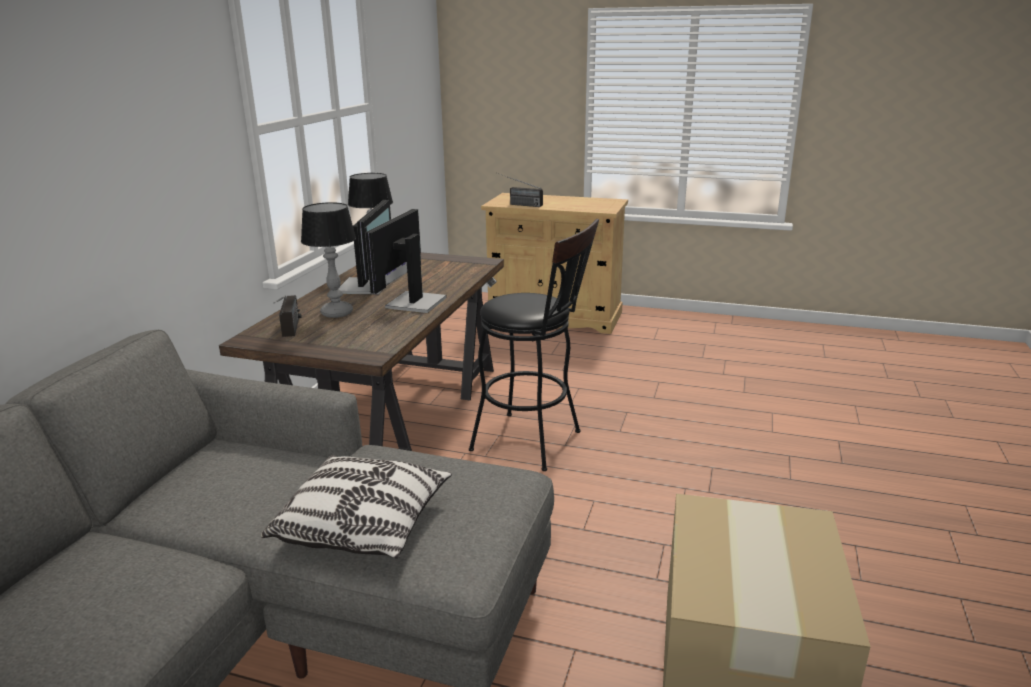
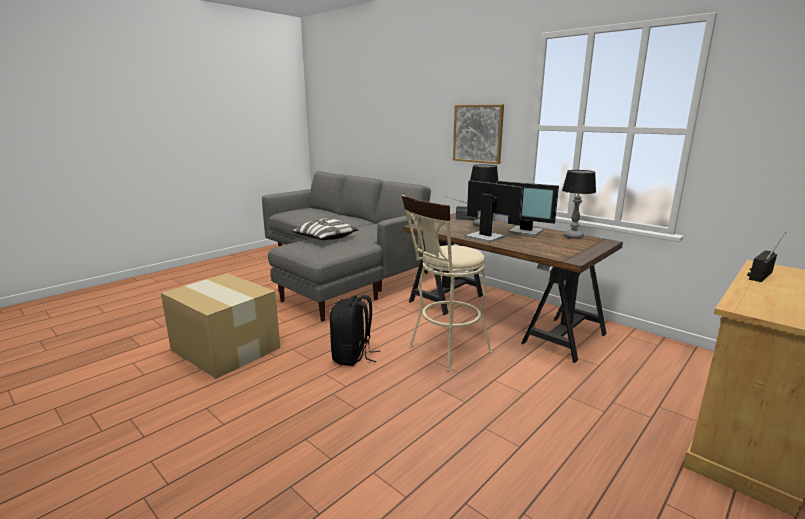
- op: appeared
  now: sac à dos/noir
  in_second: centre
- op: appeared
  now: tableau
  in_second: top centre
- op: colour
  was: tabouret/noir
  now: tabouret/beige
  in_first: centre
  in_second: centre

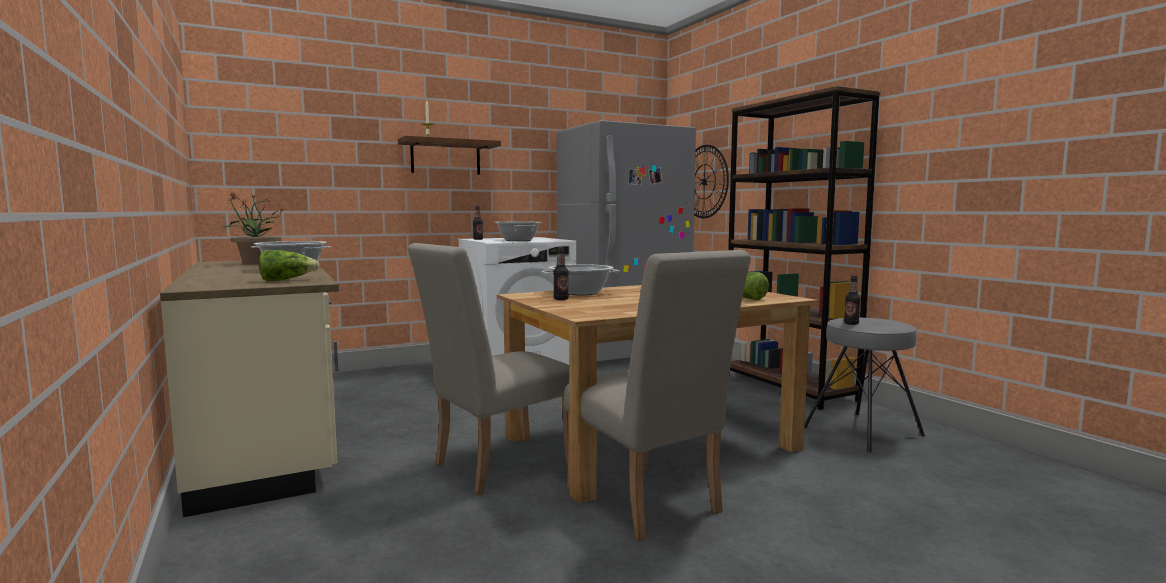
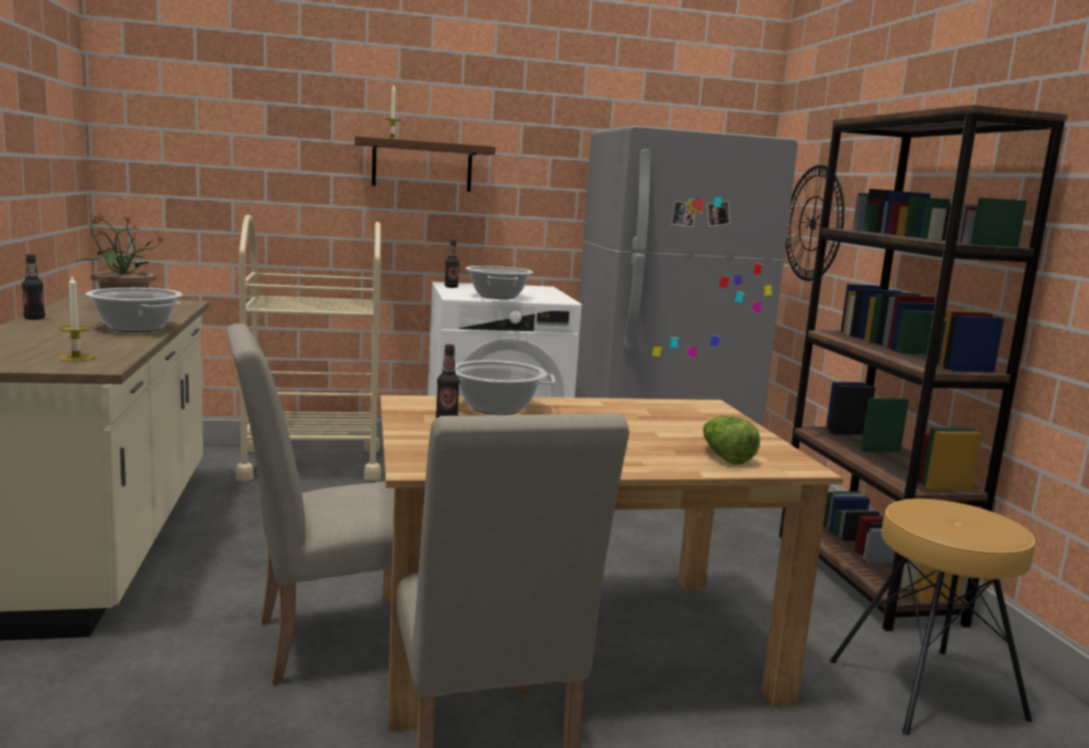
- op: appeared
  now: chariot/beige
  in_second: middle left
- op: relocated
  was: bouteille (no. 3 from left in the first image)
  now: bouteille (no. 1 from left)
  in_first: middle right
  in_second: middle left
- op: exchanged
  was: laitue (no. 1 from left)
  now: bougie (no. 1 from left)
  in_first: middle left
  in_second: middle left
- op: colour
  was: tabouret/gris
  now: tabouret/marron
  in_first: middle right
  in_second: bottom right

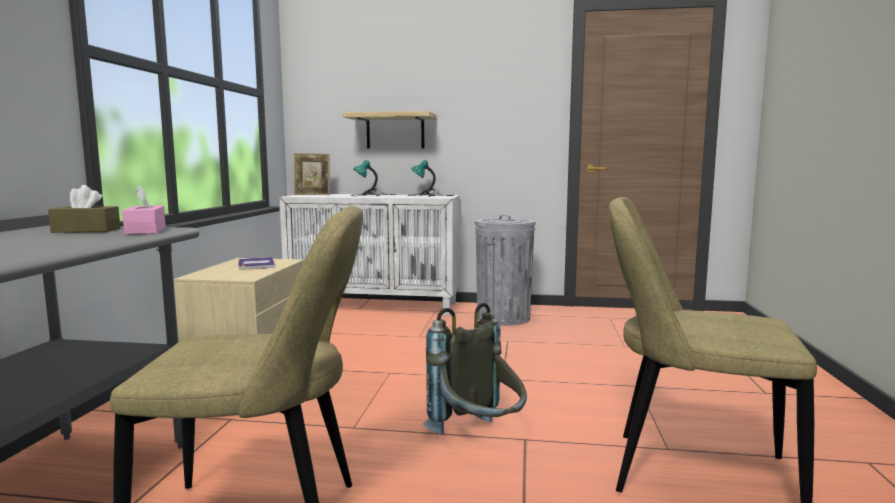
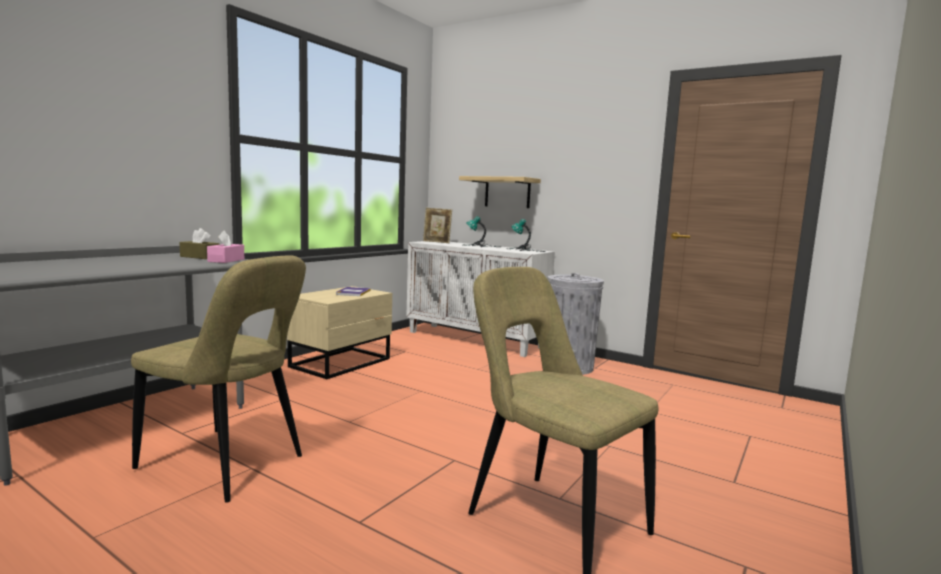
- op: missing
  was: sac à dos/gris
  in_first: bottom centre

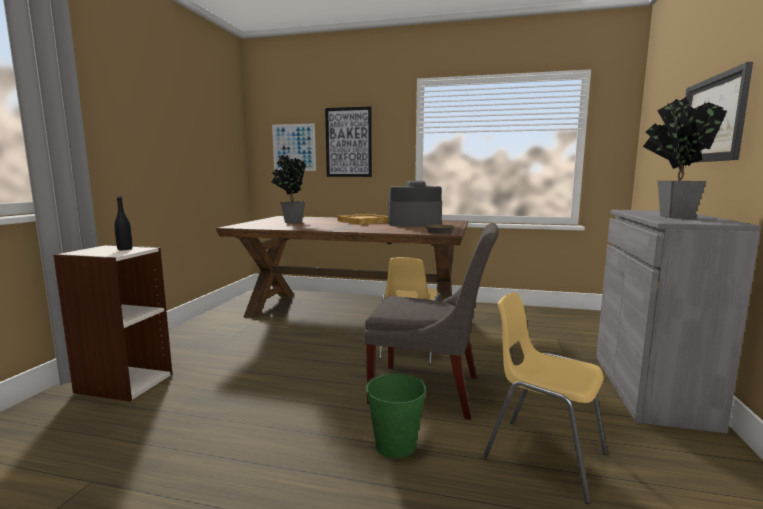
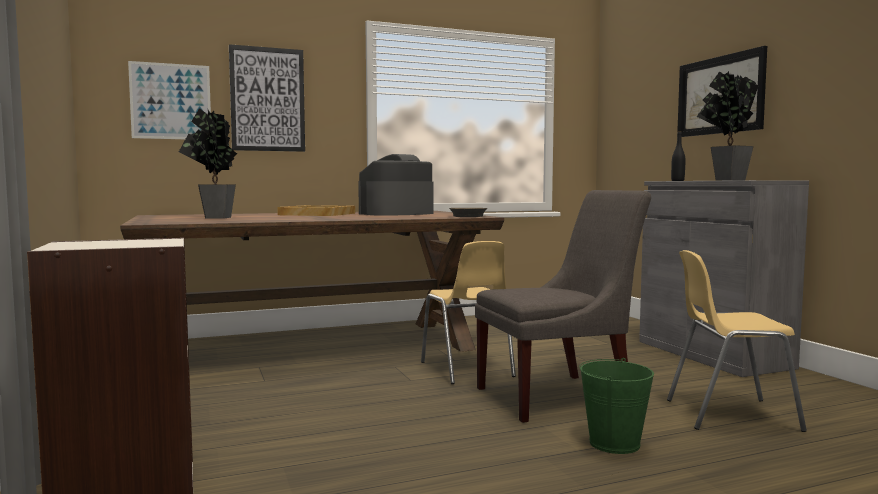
- op: relocated
  was: bouteille/noir
  in_first: middle left
  in_second: top right

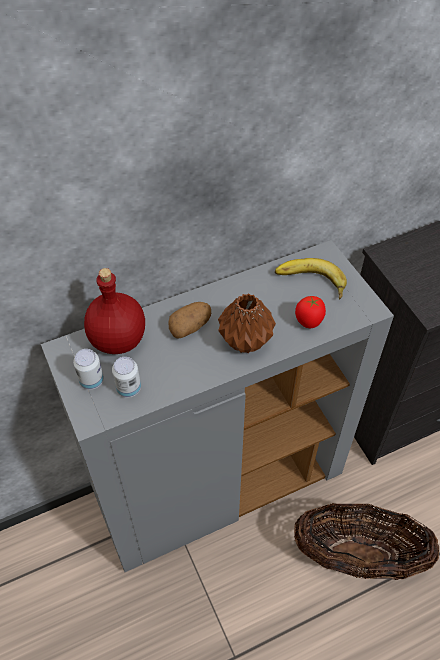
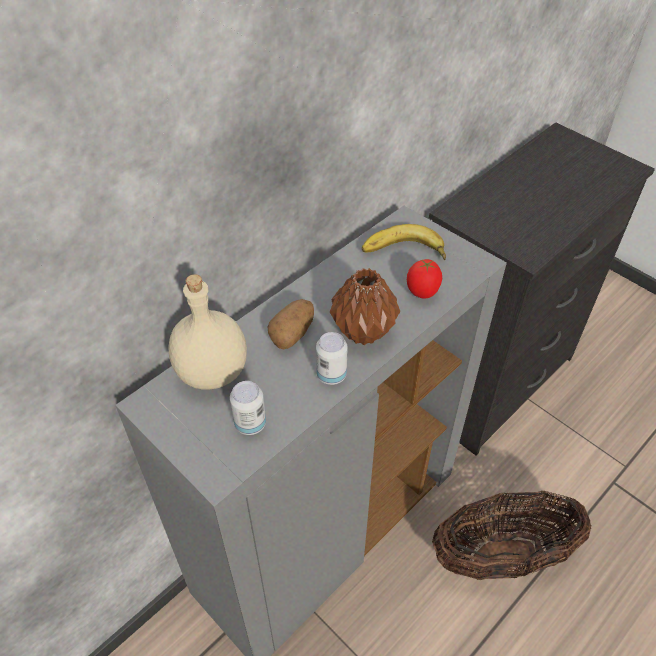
- op: relocated
  was: boîte métallique (no. 1 from left in the first image)
  now: boîte métallique (no. 2 from left)
  in_first: middle left
  in_second: centre
- op: colour
  was: bouteille/rouge
  now: bouteille/beige
  in_first: middle left
  in_second: middle left

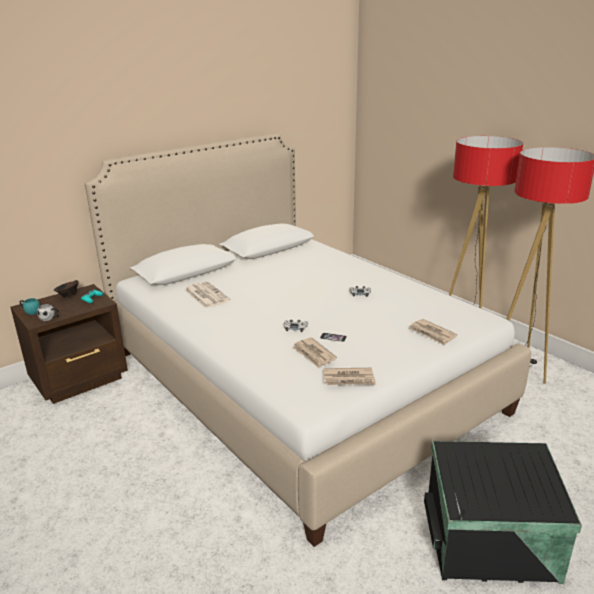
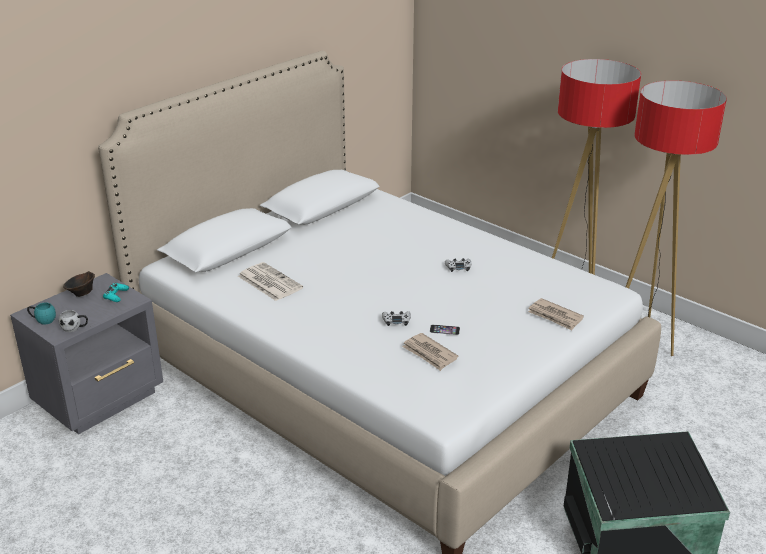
- op: missing
  was: journal (no. 3 from left)
  in_first: centre
- op: colour
  was: table de chevet/marron
  now: table de chevet/gris
  in_first: middle left
  in_second: middle left

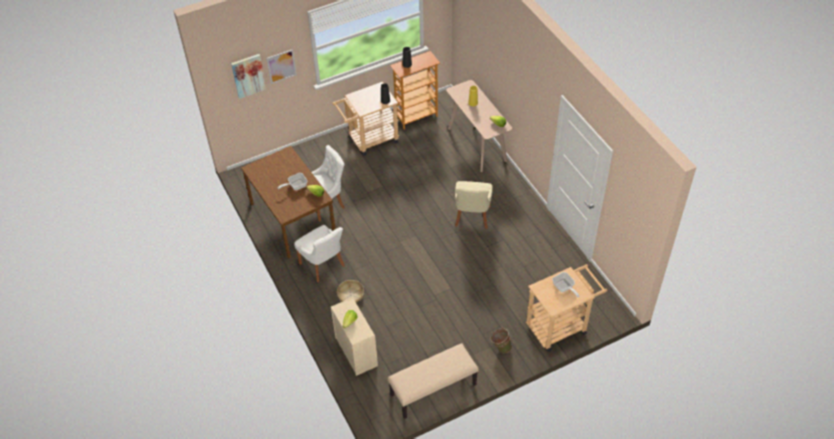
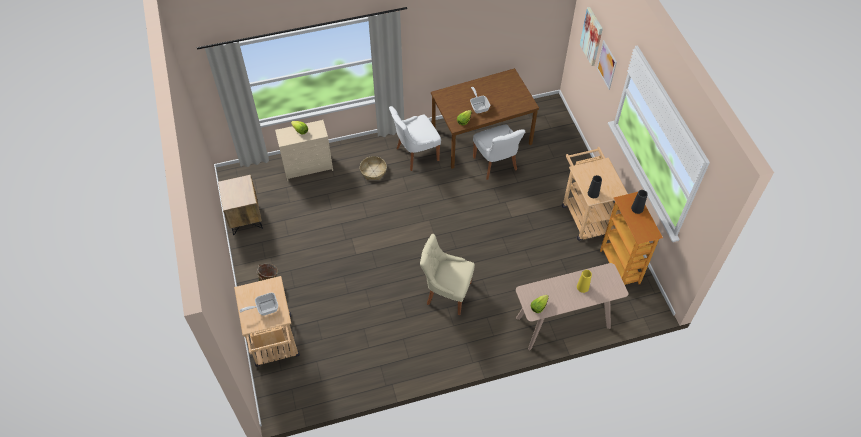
- op: exchanged
  was: banc/beige
  now: table de chevet/marron
  in_first: bottom centre
  in_second: middle left

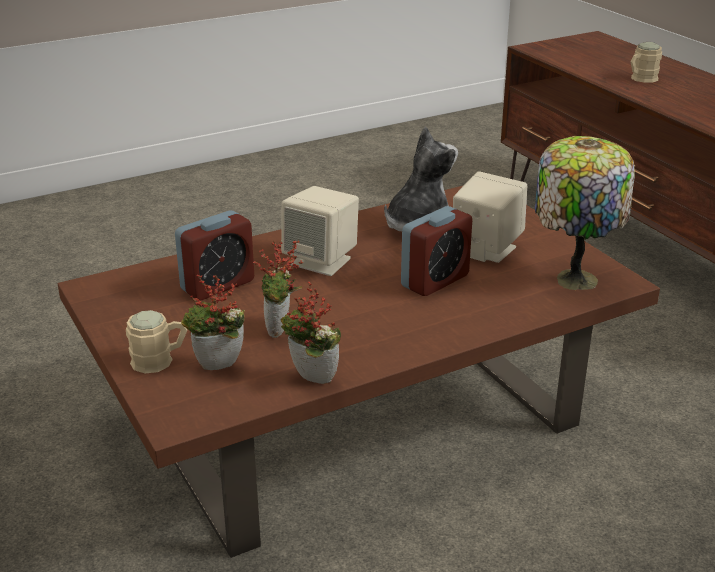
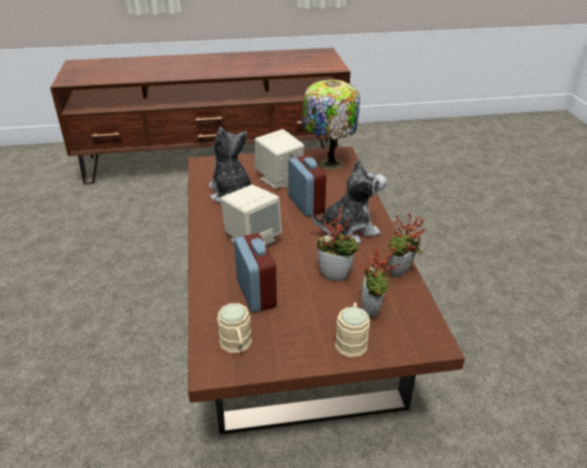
- op: appeared
  now: peluche (no. 2 from left)
  in_second: centre
- op: relocated
  was: mug/beige (no. 2 from left in the first image)
  now: mug/beige (no. 1 from left)
  in_first: top right
  in_second: bottom centre

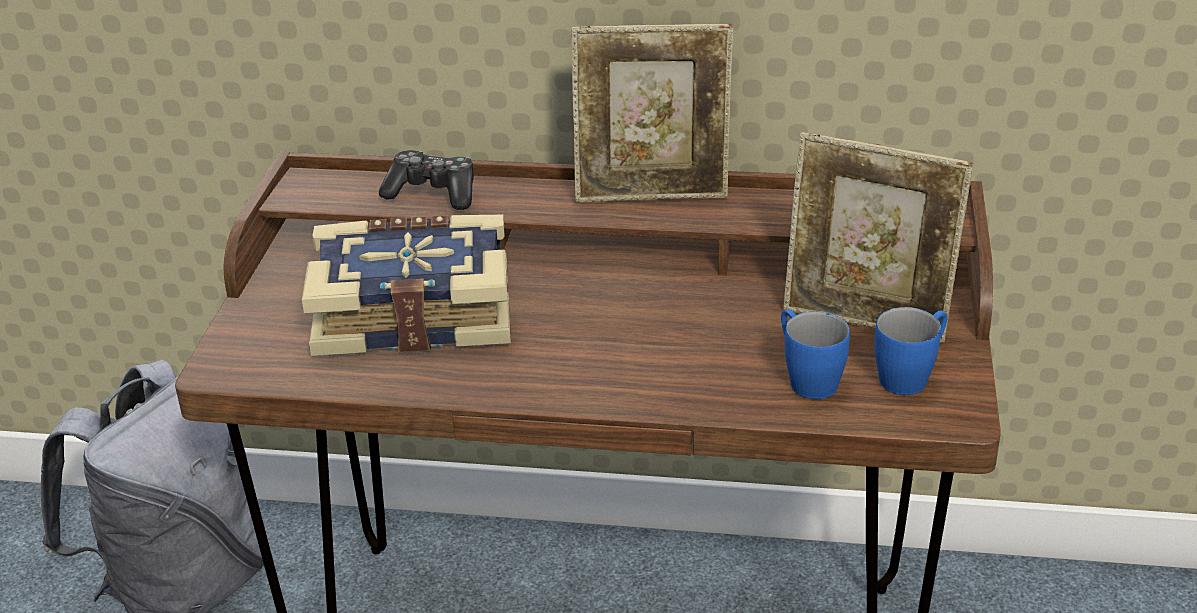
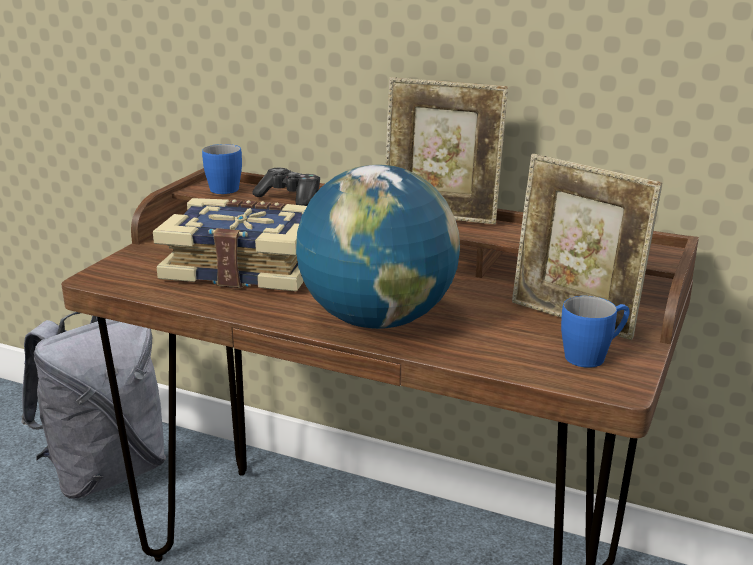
- op: appeared
  now: globe
  in_second: centre
- op: relocated
  was: mug/bleu (no. 1 from left)
  in_first: middle right
  in_second: top left

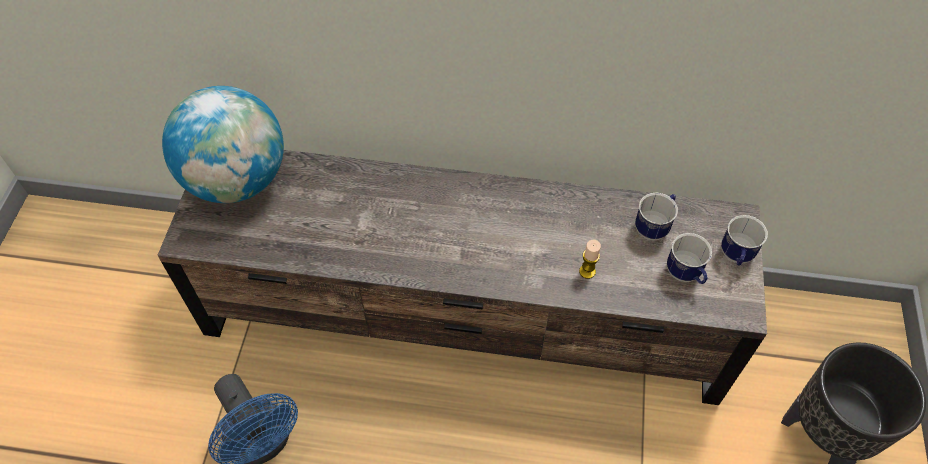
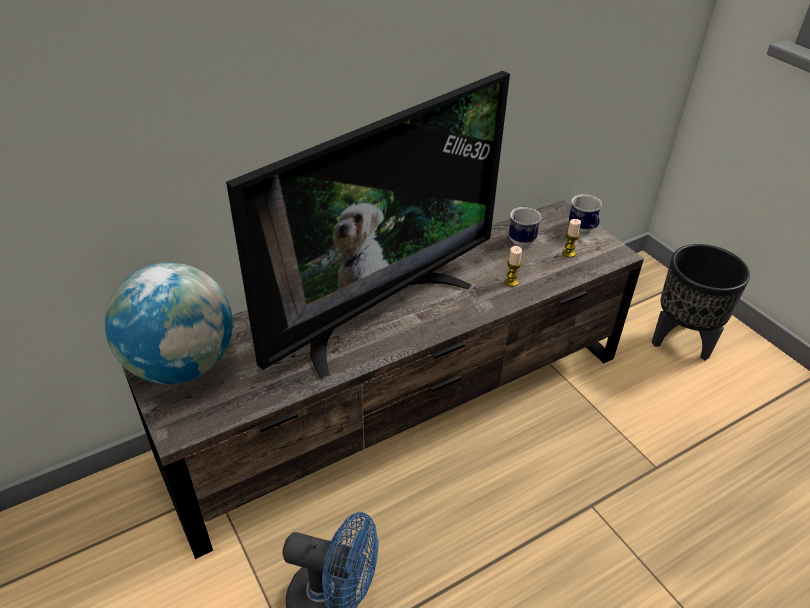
- op: appeared
  now: téléviseur
  in_second: centre
- op: exchanged
  was: mug (no. 2 from left)
  now: bougie (no. 2 from left)
  in_first: middle right
  in_second: middle right

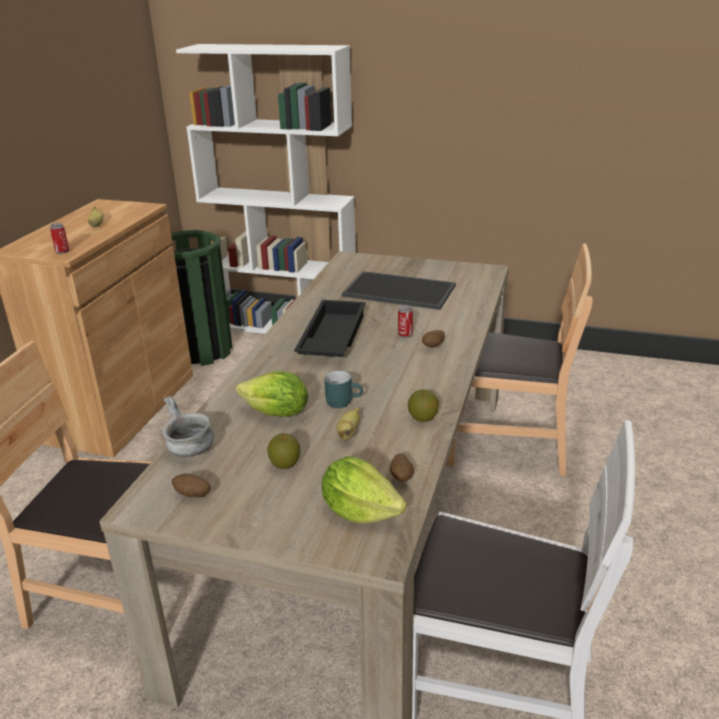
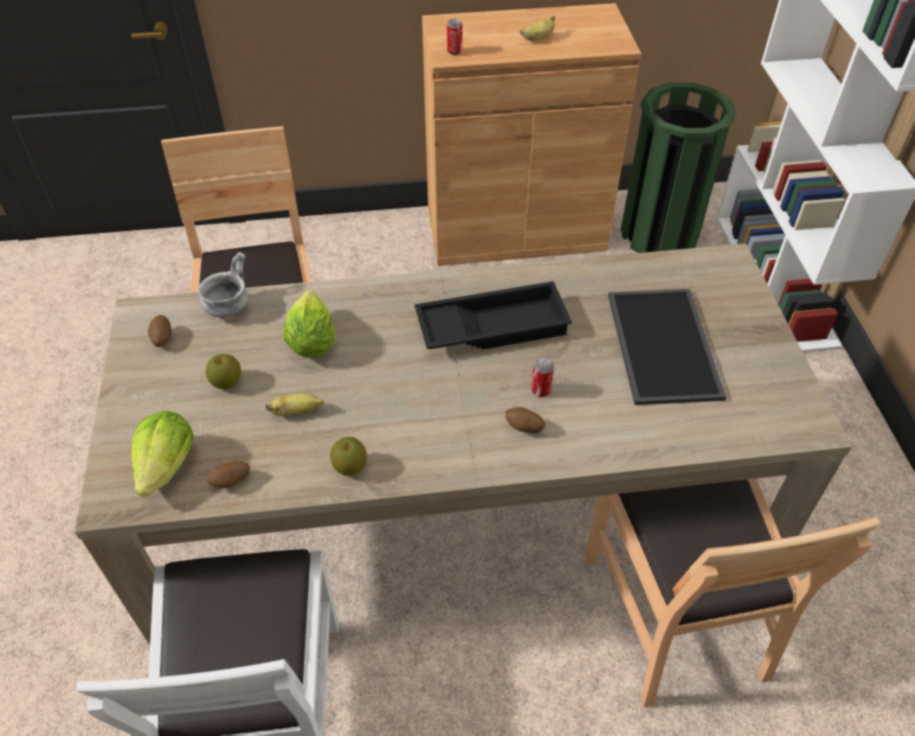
- op: missing
  was: mug/turquoise
  in_first: centre

